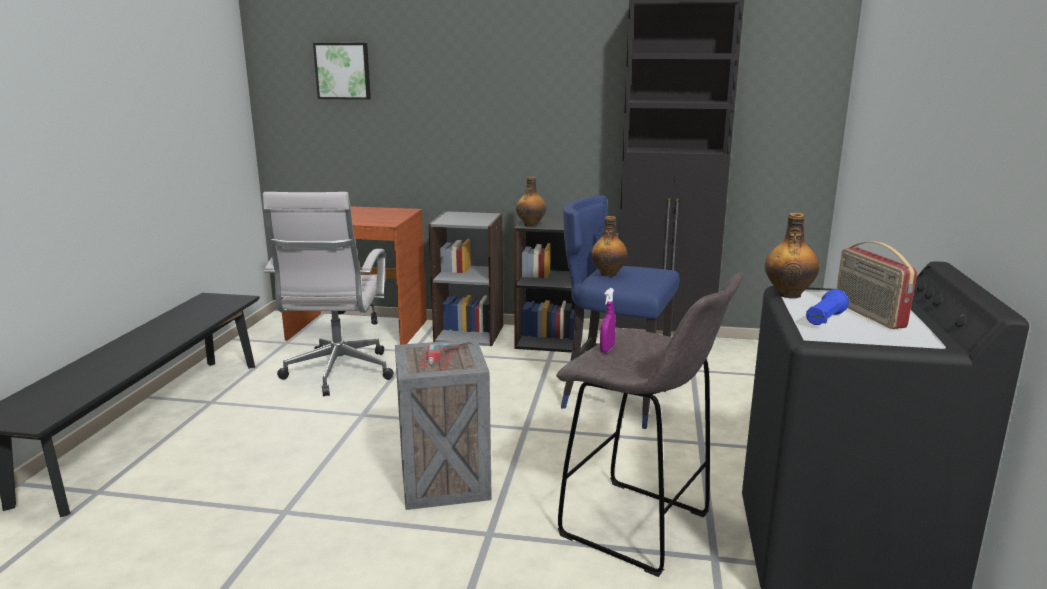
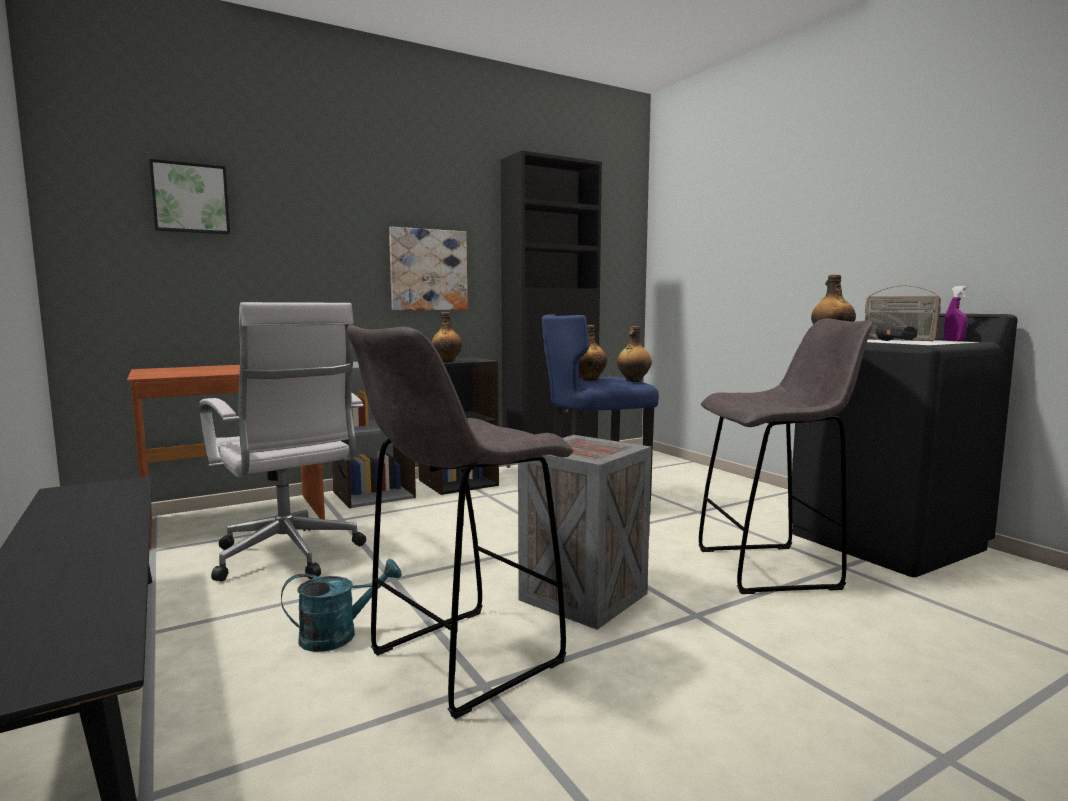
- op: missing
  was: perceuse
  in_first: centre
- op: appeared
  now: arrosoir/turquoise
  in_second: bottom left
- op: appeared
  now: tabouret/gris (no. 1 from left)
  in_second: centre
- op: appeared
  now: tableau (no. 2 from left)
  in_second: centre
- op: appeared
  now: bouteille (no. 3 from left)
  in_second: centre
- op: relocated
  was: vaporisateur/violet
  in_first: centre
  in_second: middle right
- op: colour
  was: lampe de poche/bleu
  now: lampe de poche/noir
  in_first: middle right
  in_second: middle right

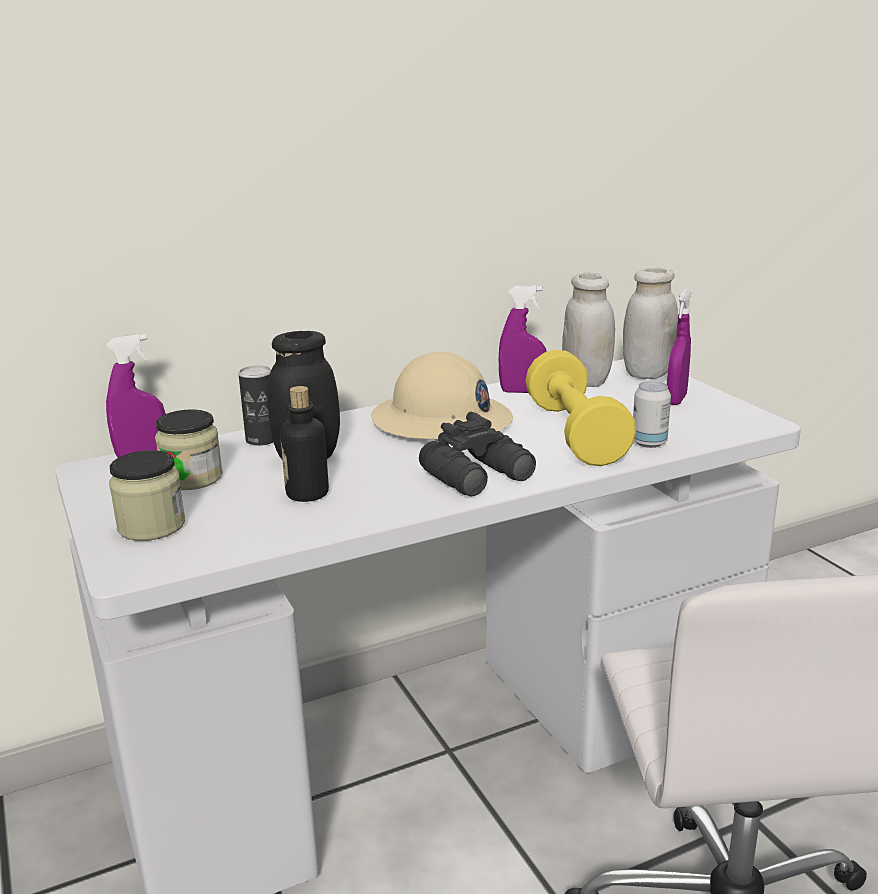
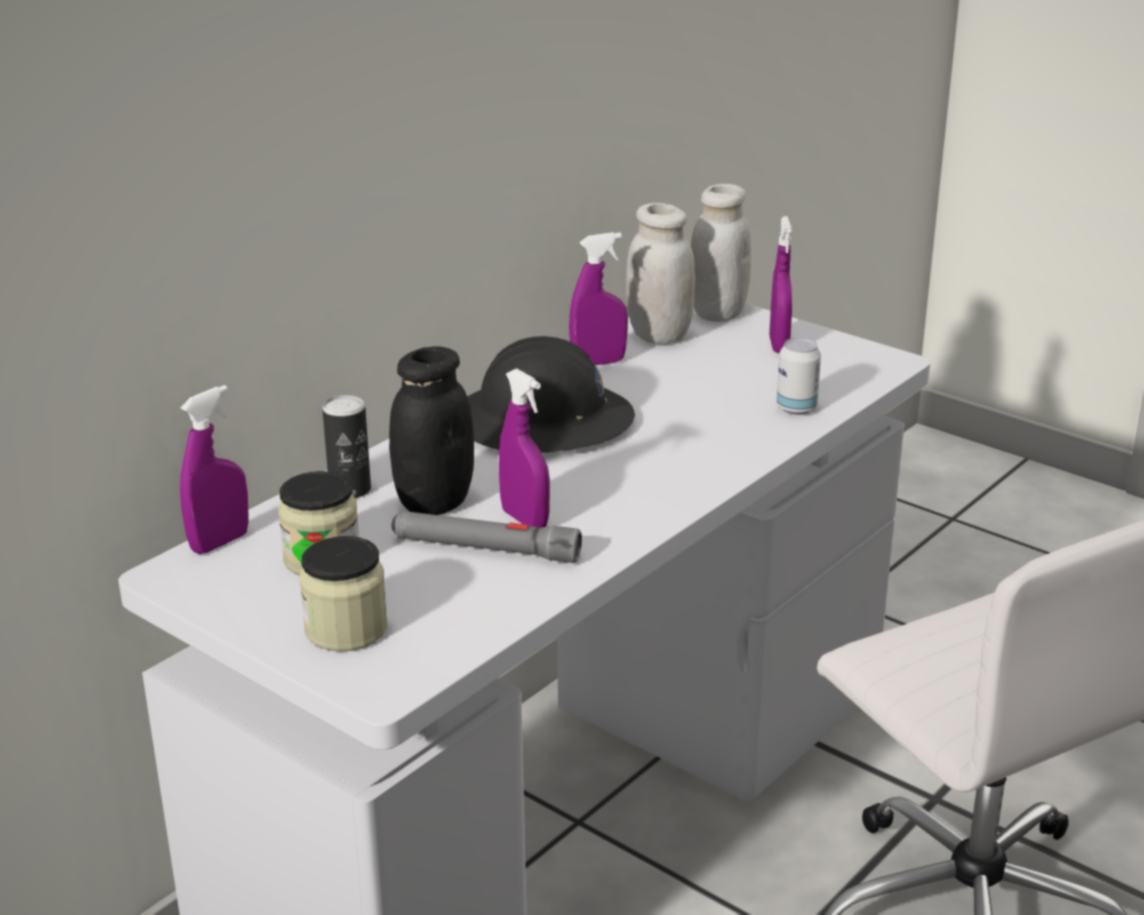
- op: missing
  was: jumelles/noir
  in_first: centre
- op: missing
  was: haltère/jaune
  in_first: centre
- op: appeared
  now: vaporisateur/violet (no. 2 from left)
  in_second: centre
- op: exchanged
  was: bouteille
  now: lampe de poche/gris
  in_first: centre
  in_second: centre
- op: colour
  was: casque de chantier/beige
  now: casque de chantier/noir
  in_first: centre
  in_second: centre

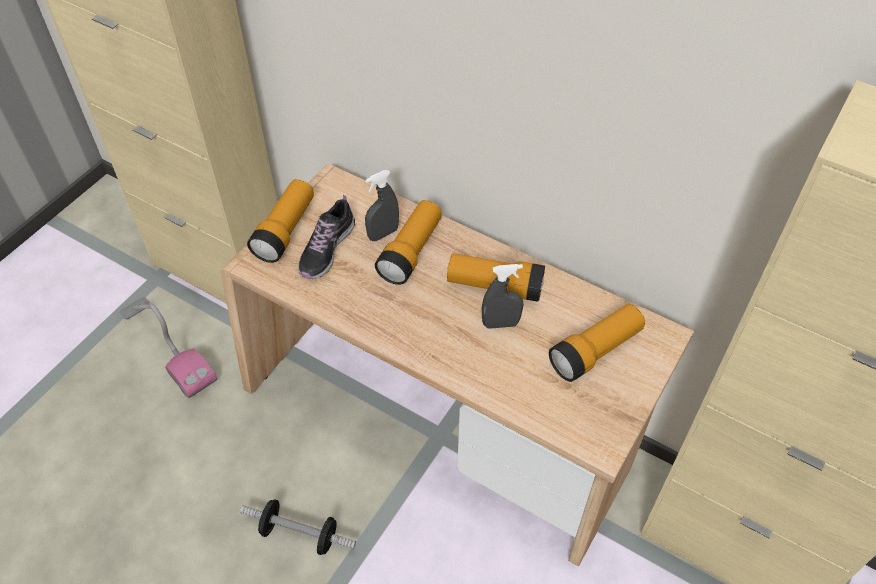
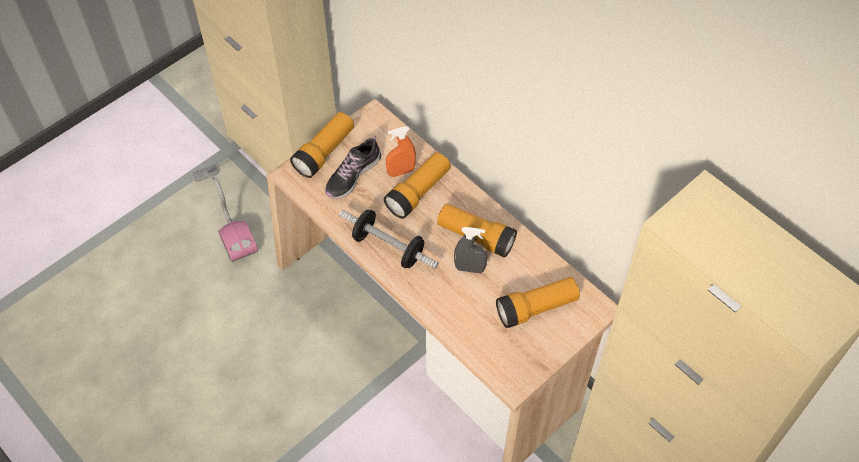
- op: relocated
  was: haltère
  in_first: bottom centre
  in_second: centre
- op: colour
  was: vaporisateur/gris (no. 1 from left)
  now: vaporisateur/orange
  in_first: centre
  in_second: top centre

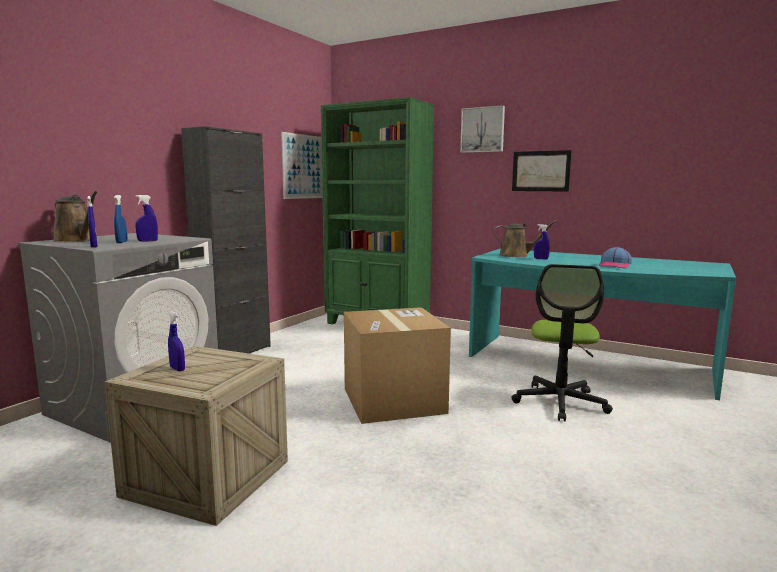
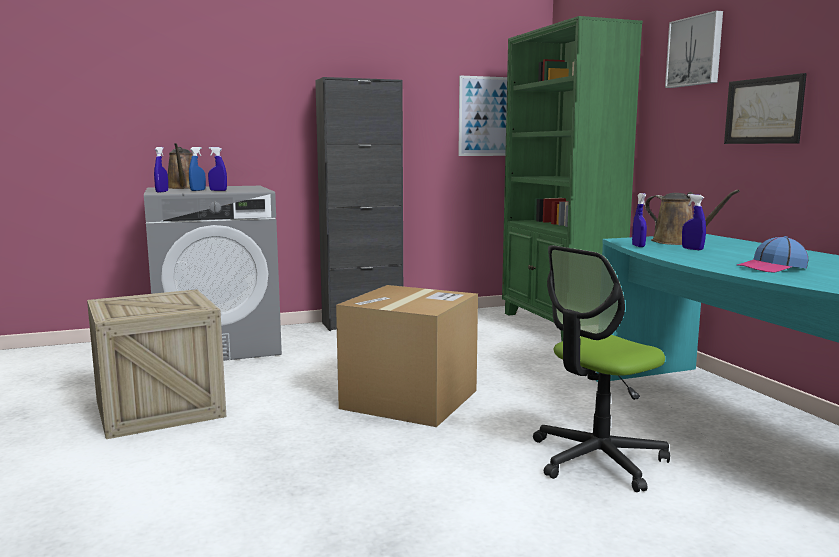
- op: relocated
  was: vaporisateur/bleu (no. 4 from left)
  in_first: middle left
  in_second: middle right

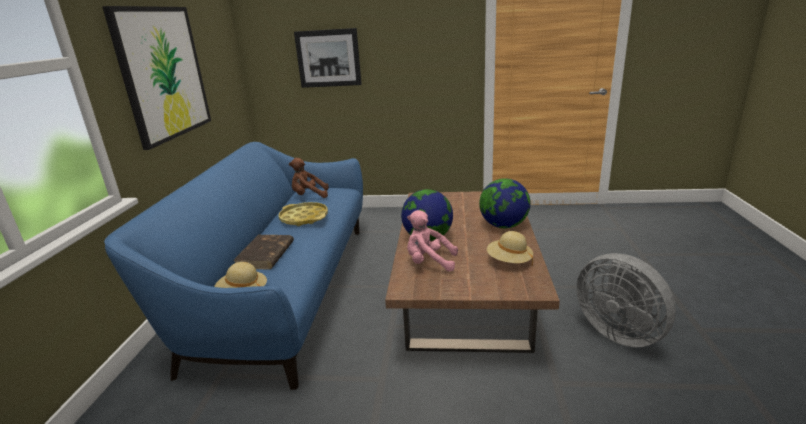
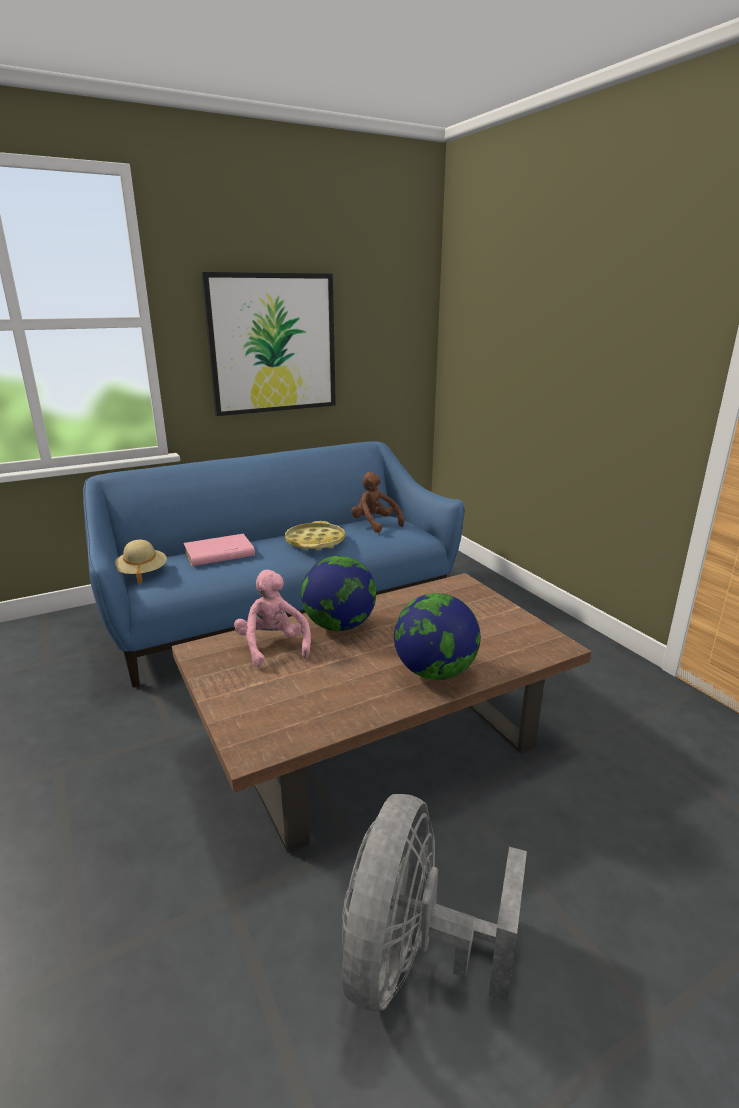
- op: missing
  was: tableau (no. 2 from left)
  in_first: top centre
- op: missing
  was: chapeau/beige (no. 2 from left)
  in_first: centre
- op: colour
  was: livre/marron
  now: livre/rose
  in_first: middle left
  in_second: middle left

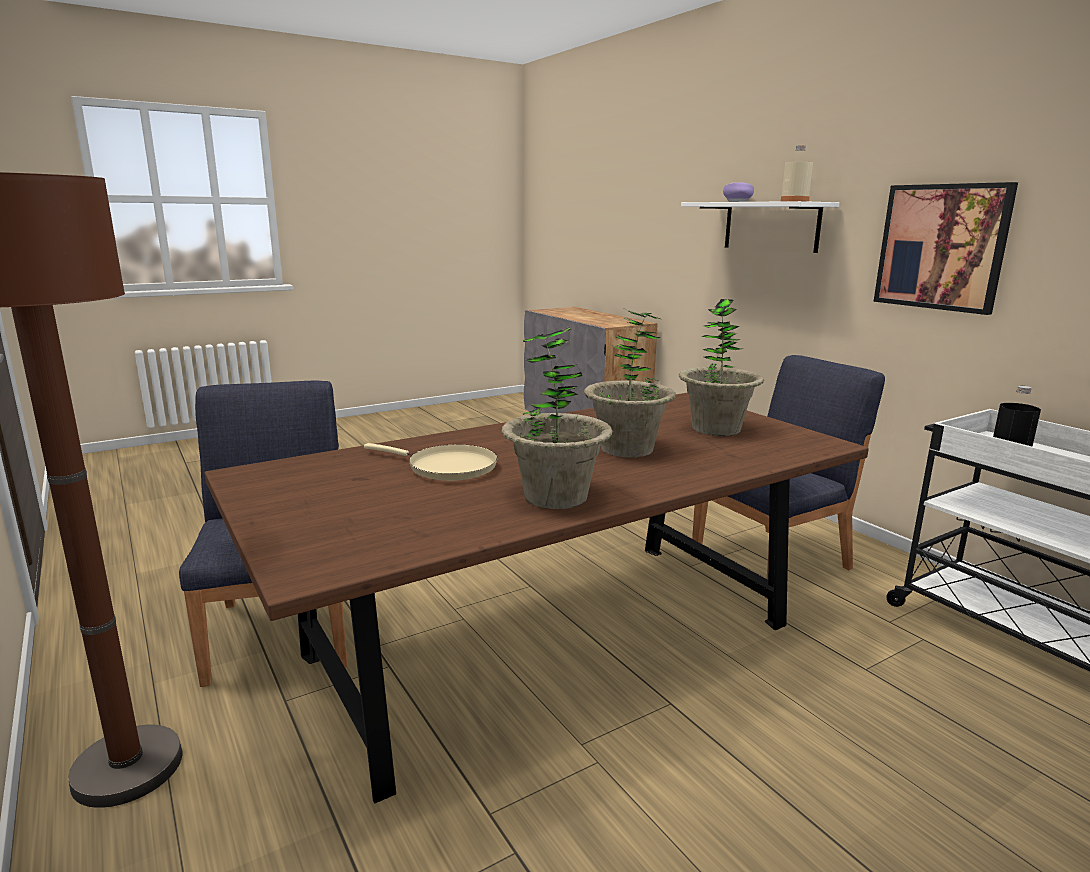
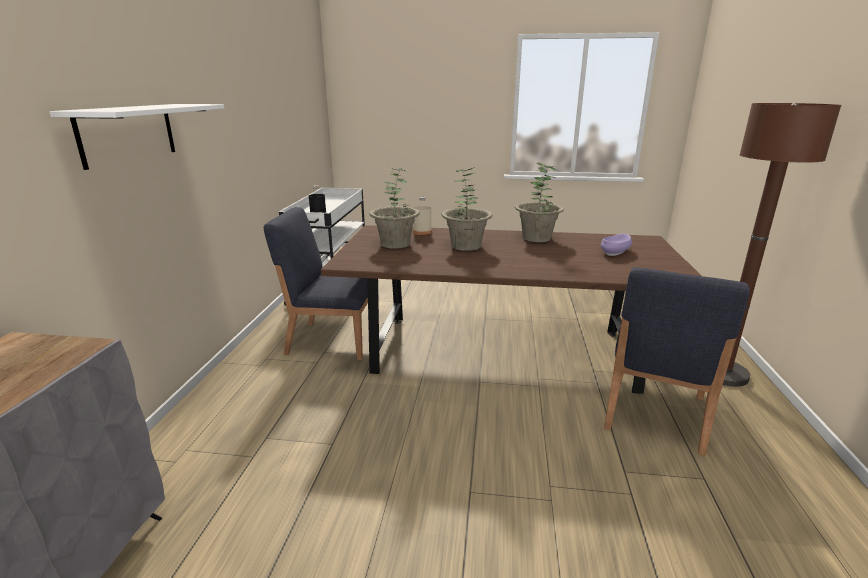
- op: missing
  was: poêle/beige
  in_first: centre
- op: missing
  was: tableau
  in_first: top right
- op: relocated
  was: bol/violet
  in_first: top right
  in_second: middle right
- op: relocated
  was: bouteille/beige
  in_first: top right
  in_second: centre

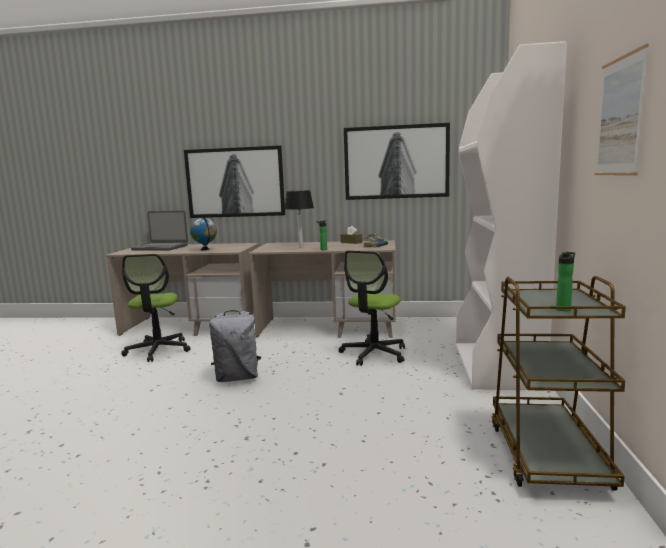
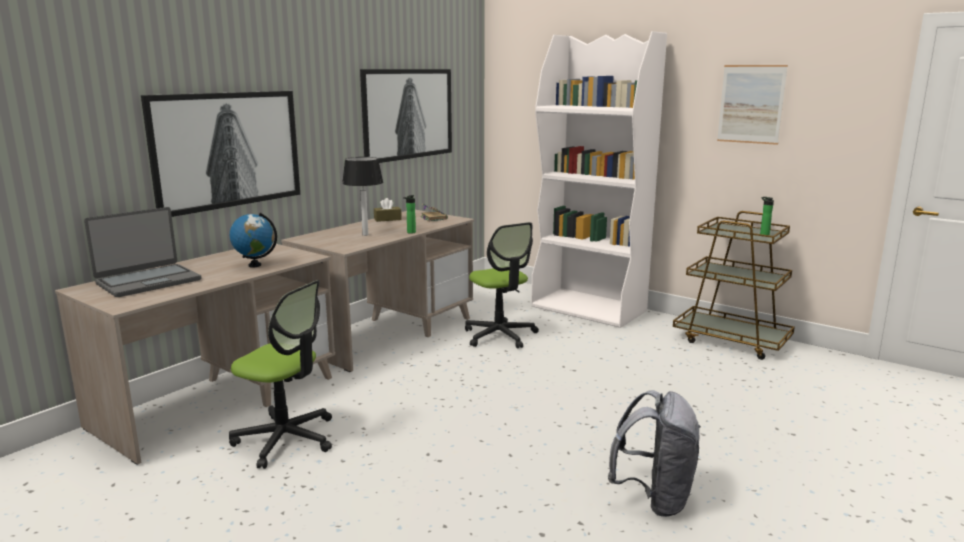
- op: relocated
  was: sac à dos/gris
  in_first: centre
  in_second: bottom right

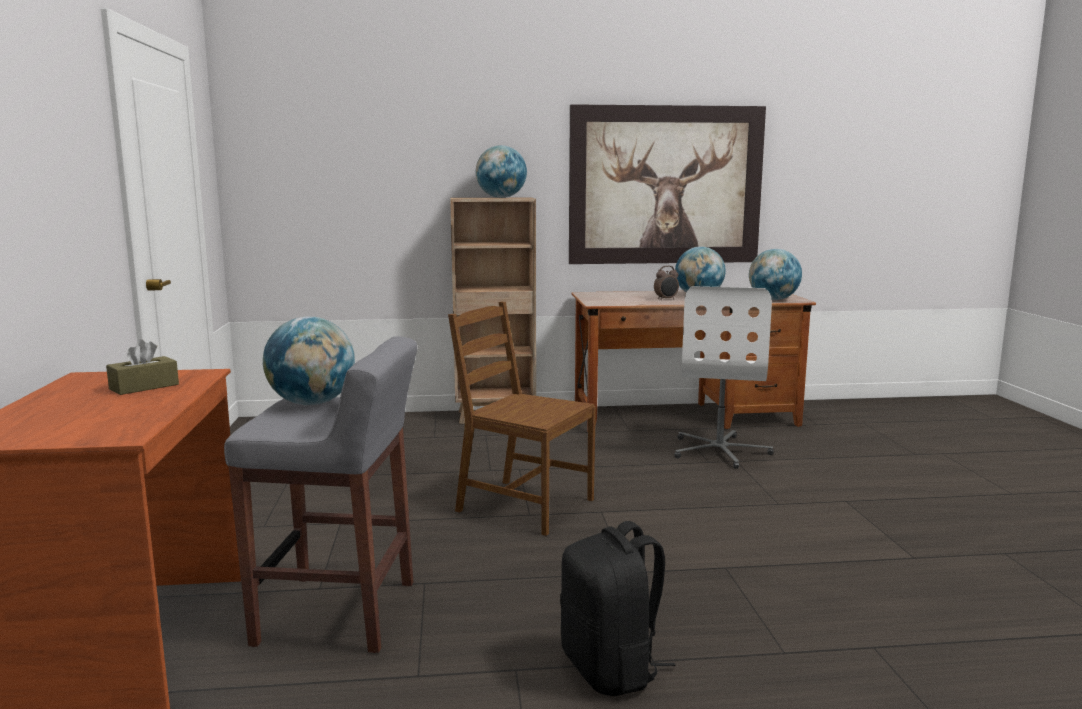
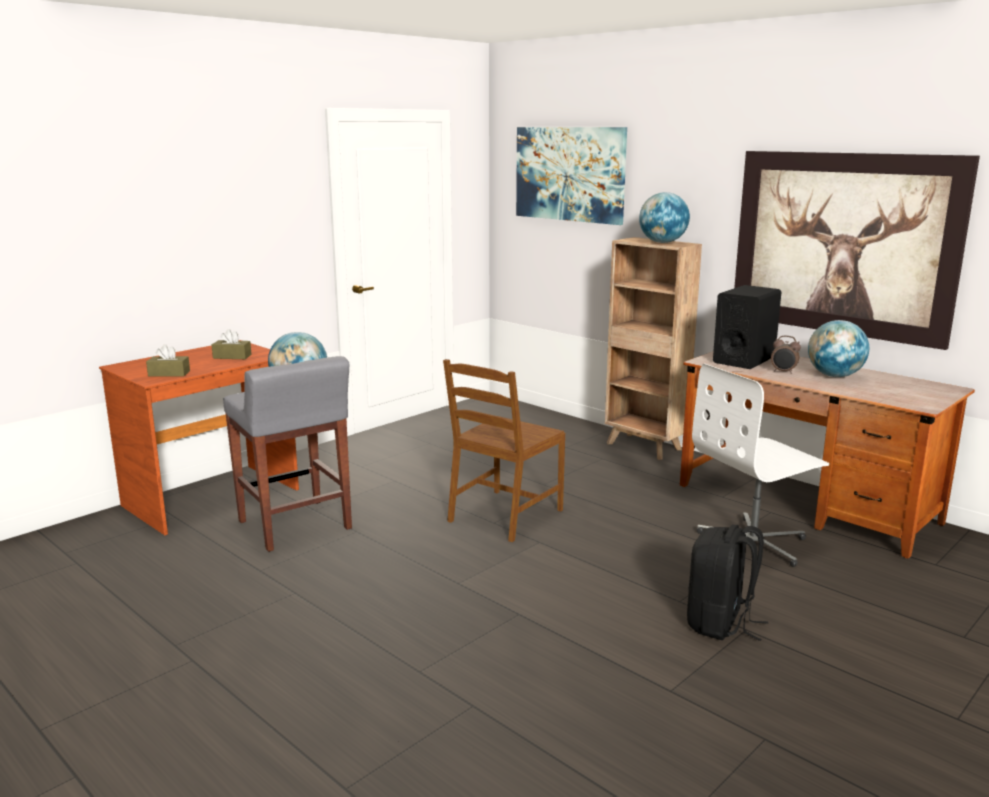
- op: missing
  was: globe (no. 4 from left)
  in_first: middle right
- op: appeared
  now: boîte à mouchoirs/marron (no. 1 from left)
  in_second: middle left
- op: appeared
  now: tableau (no. 1 from left)
  in_second: top centre
- op: appeared
  now: enceinte/noir
  in_second: middle right
- op: relocated
  was: sac à dos/noir
  in_first: bottom centre
  in_second: bottom right
- op: spun
  was: chaise/marron
  in_first: centre
  in_second: centre
  clockwise: -135

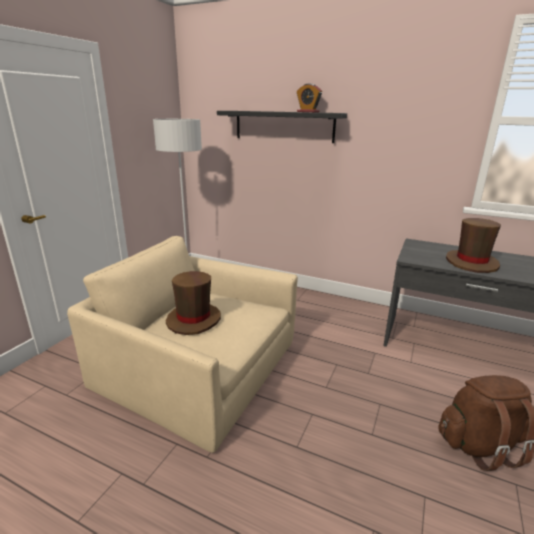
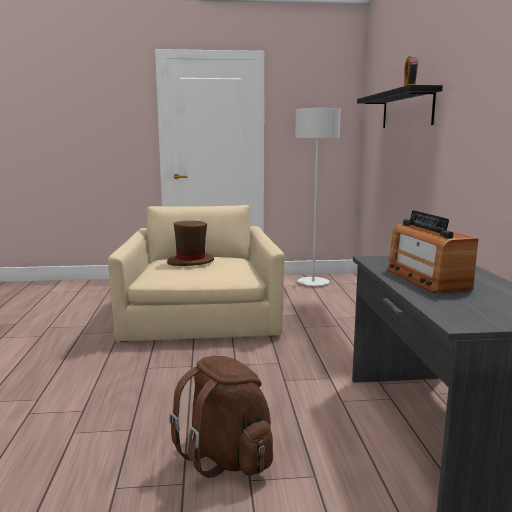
- op: exchanged
  was: chapeau/marron (no. 2 from left)
  now: radio
  in_first: middle right
  in_second: middle right

